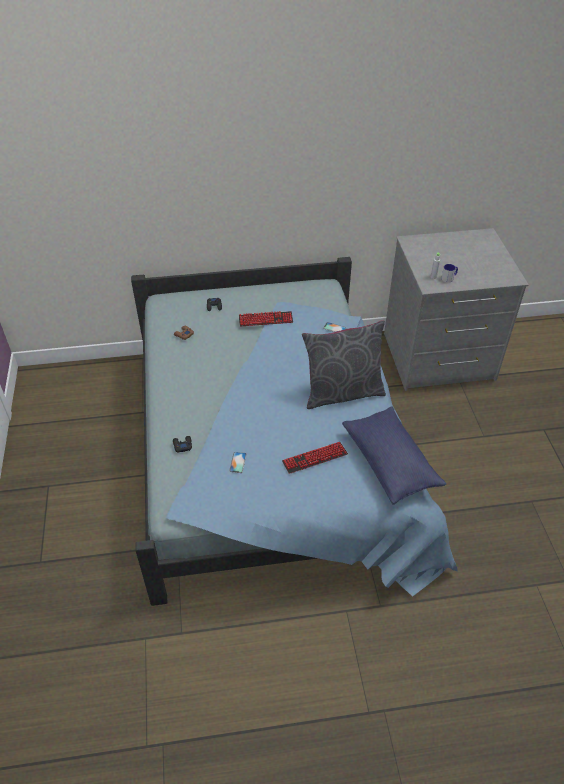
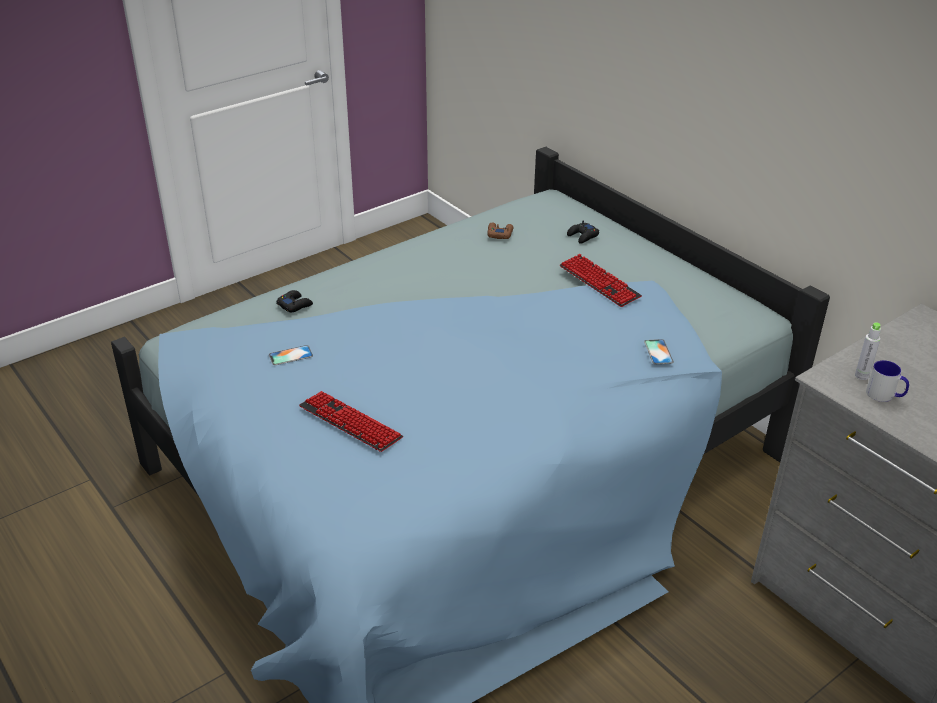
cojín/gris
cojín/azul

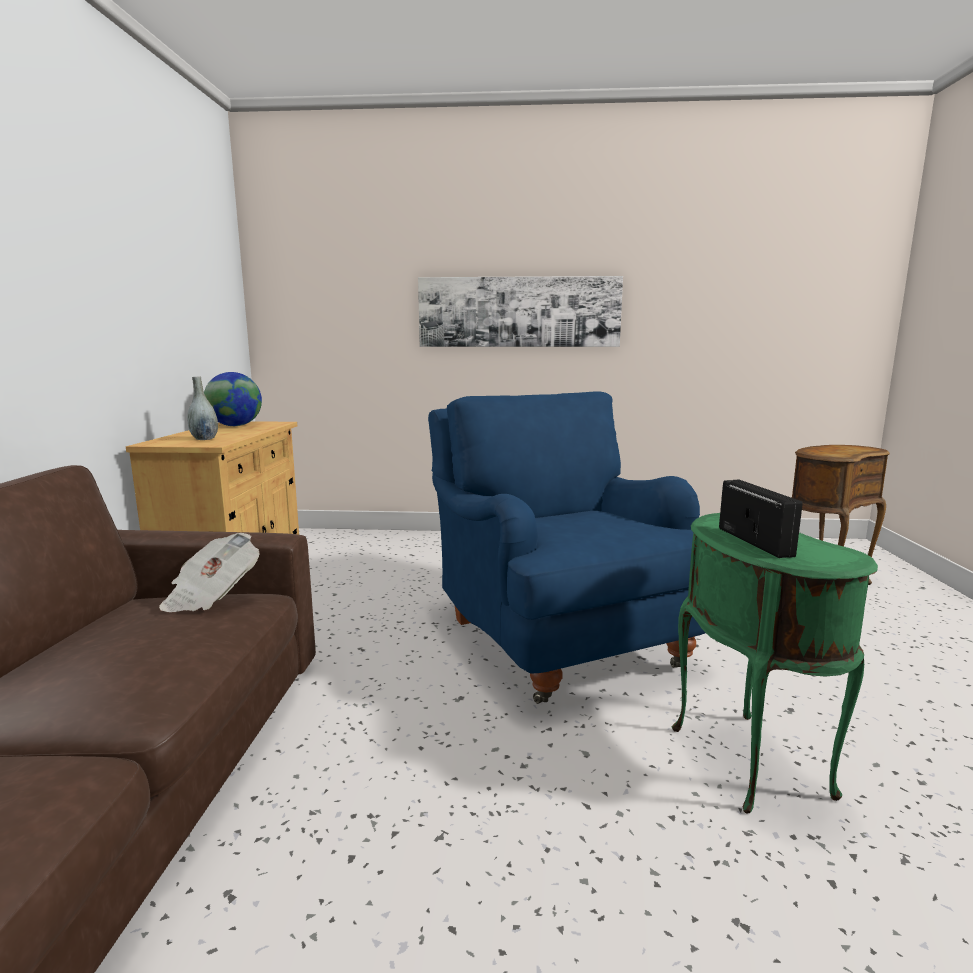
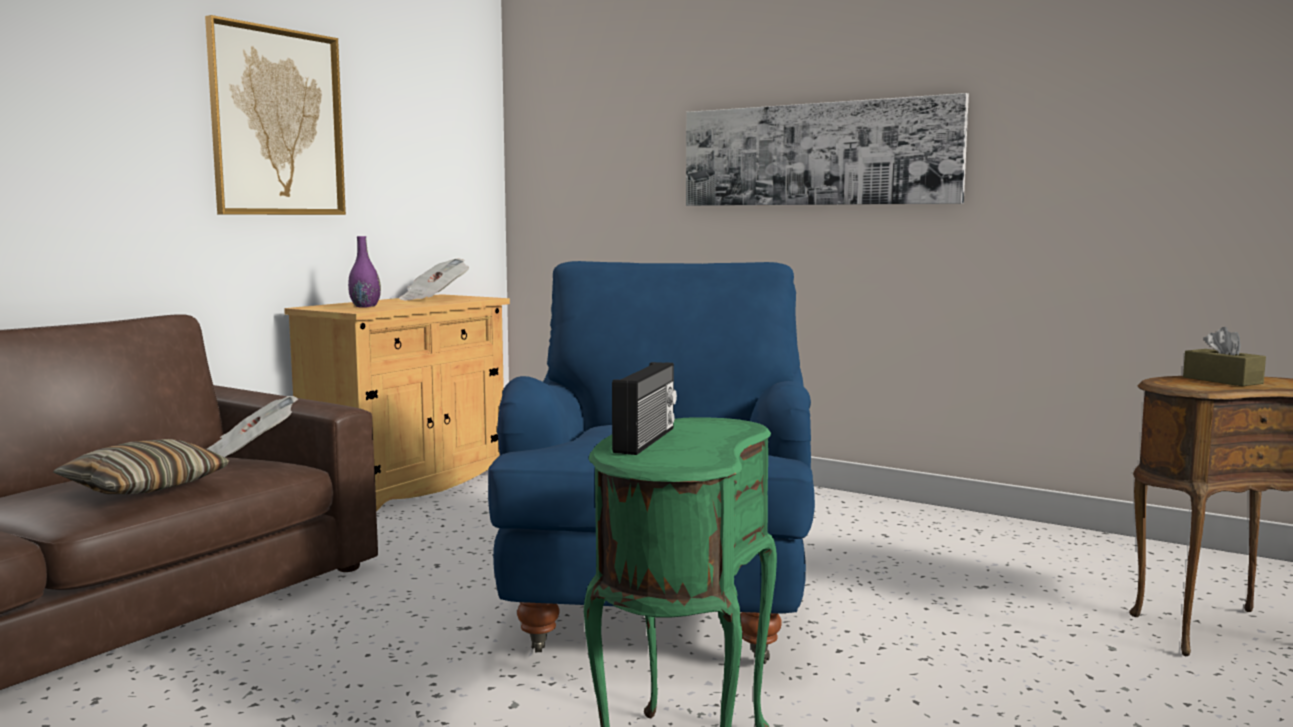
florero/morado
periódico (no. 2 from left)
cojín
cuadro (no. 1 from left)
caja de pañuelos/marrón

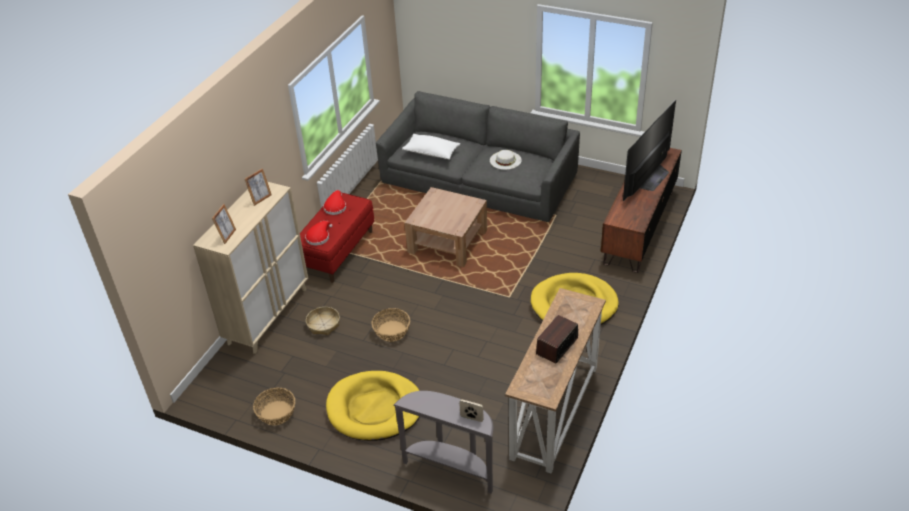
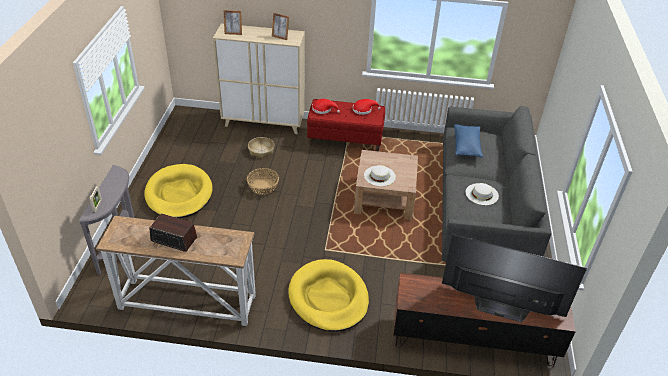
cesta (no. 1 from left in the first image)
cojín/azul
sombrero/blanco (no. 1 from left)

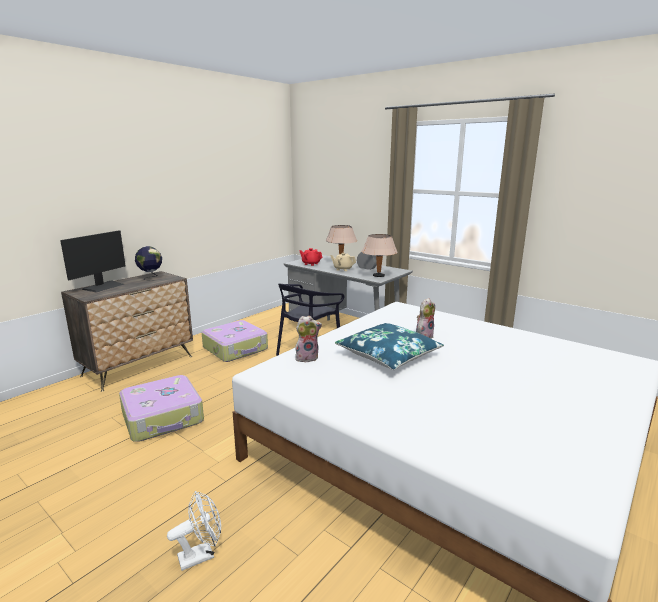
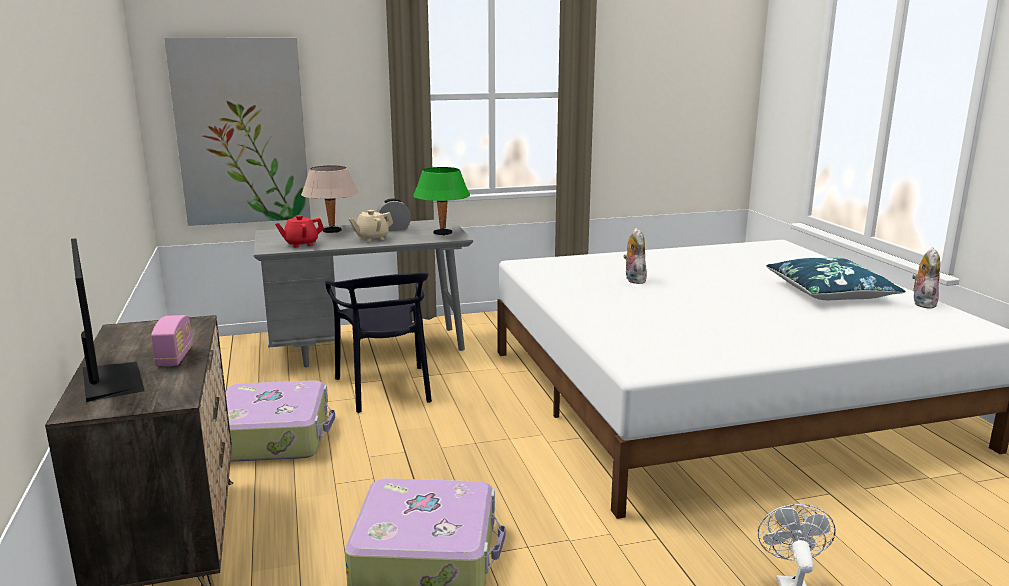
globo terráqueo
peluche (no. 2 from left)
cojín/azul
lámpara de mesa/verde
radio
cuadro

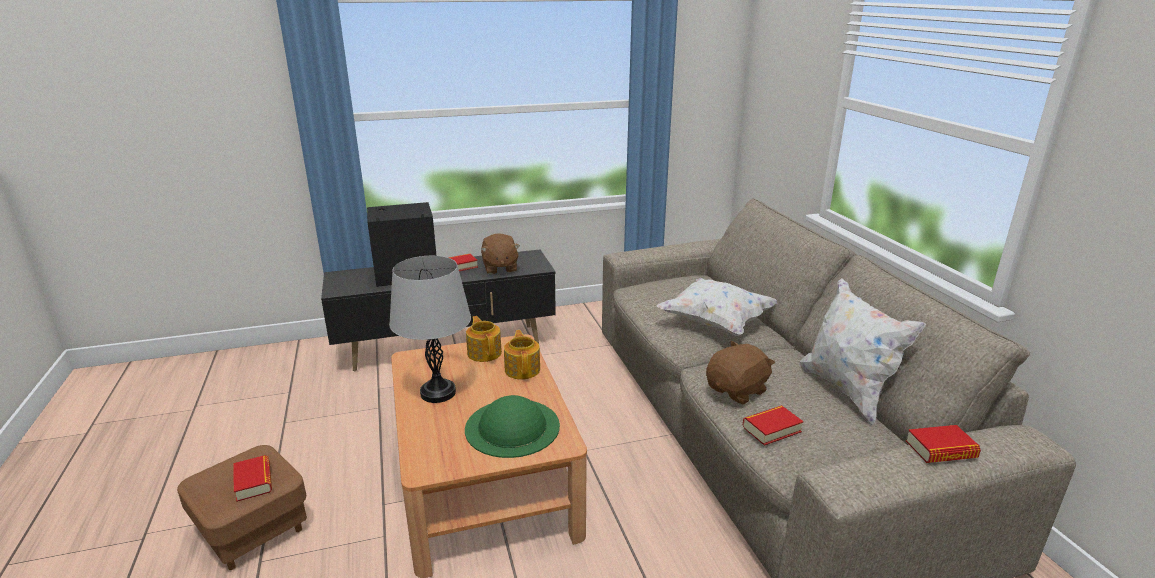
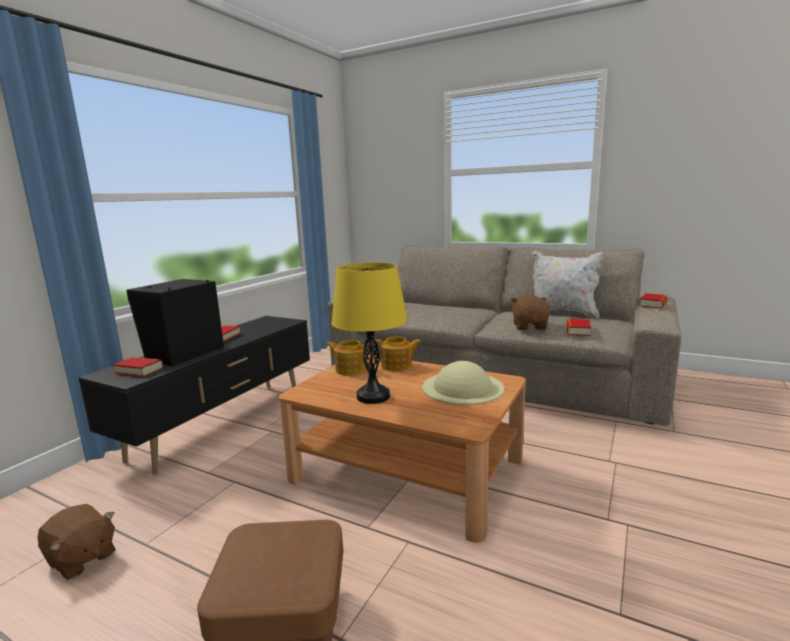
libro (no. 1 from left)
lámpara de mesa/amarillo
sombrero/beis
peluche/marrón (no. 1 from left)
tetera (no. 2 from left)
cojín/blanco (no. 1 from left in the first image)

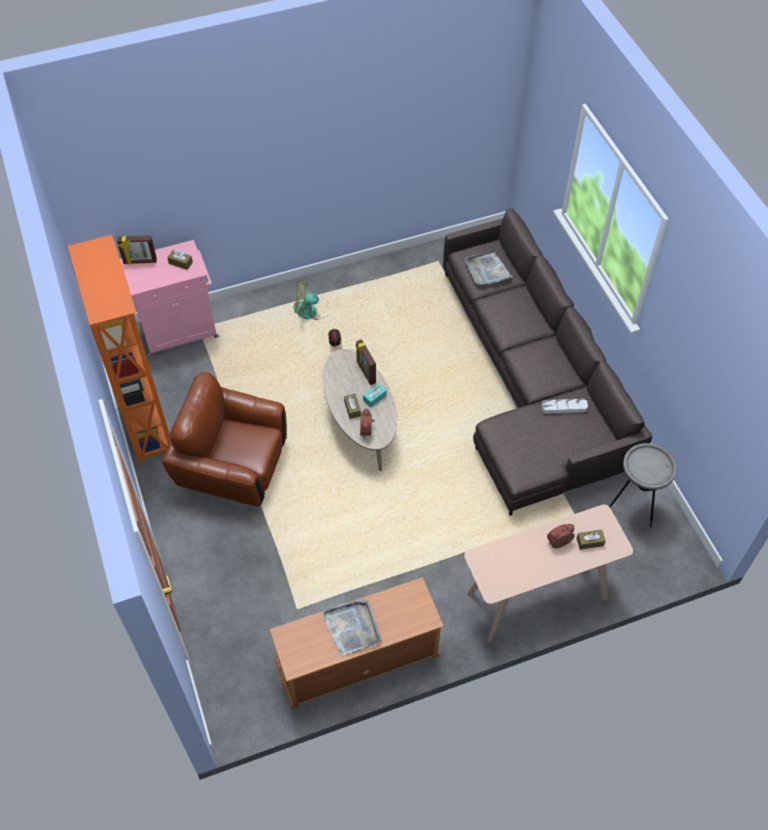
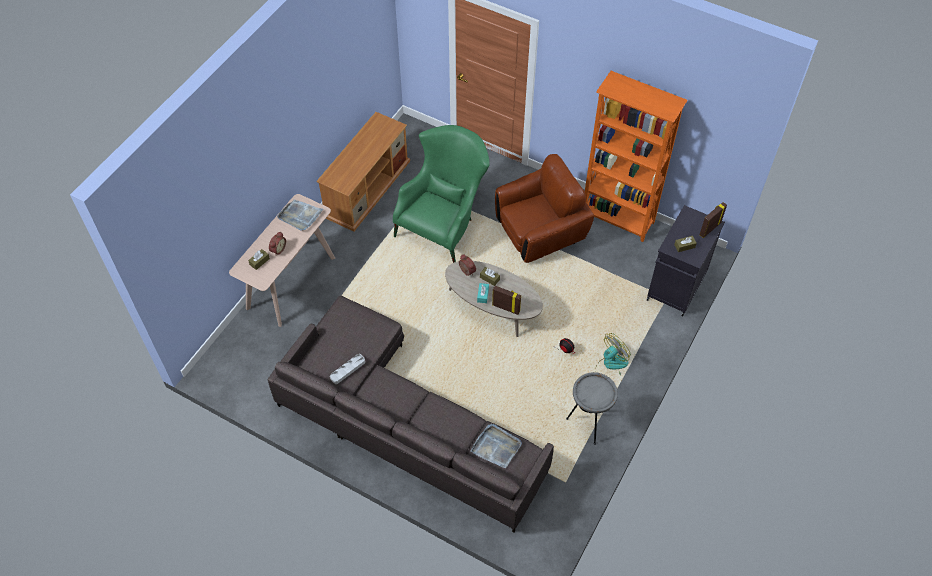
armario/negro
bandeja/gris (no. 1 from left)
mesa auxiliar/gris
sillón/verde

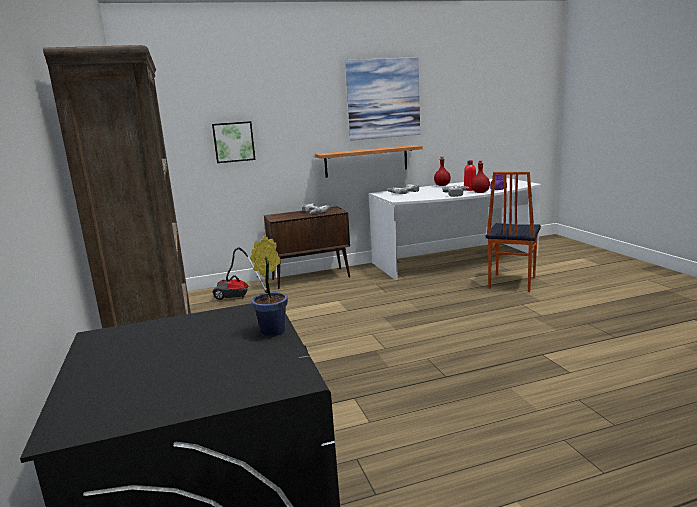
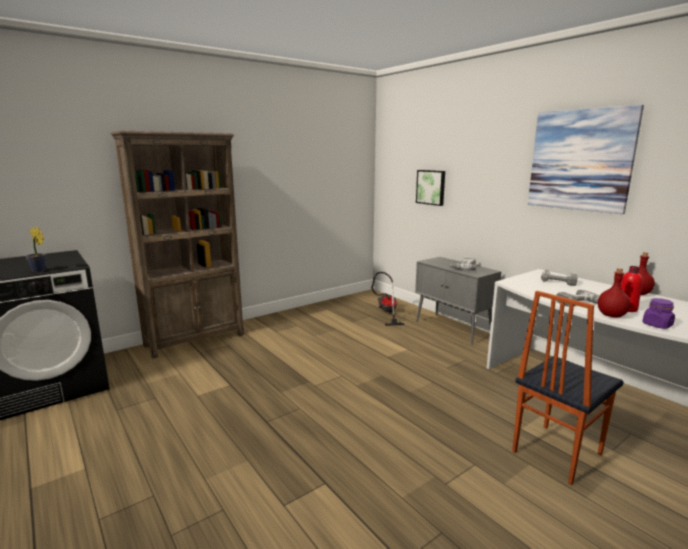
armario/gris
estante
silla

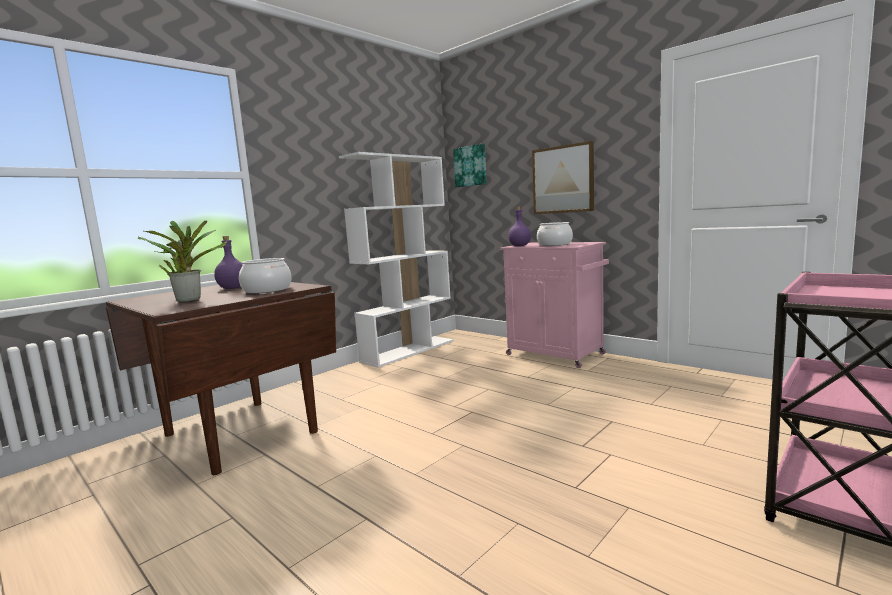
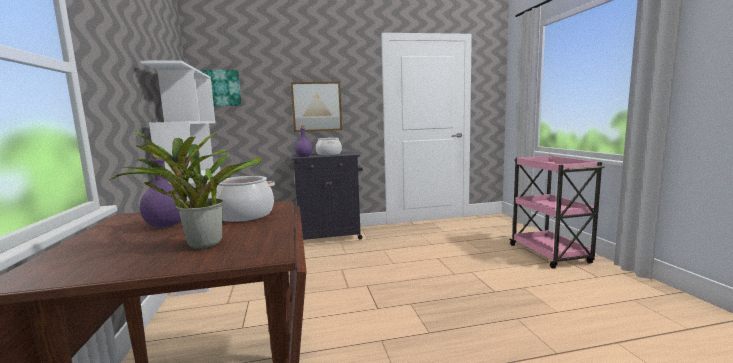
armario/negro

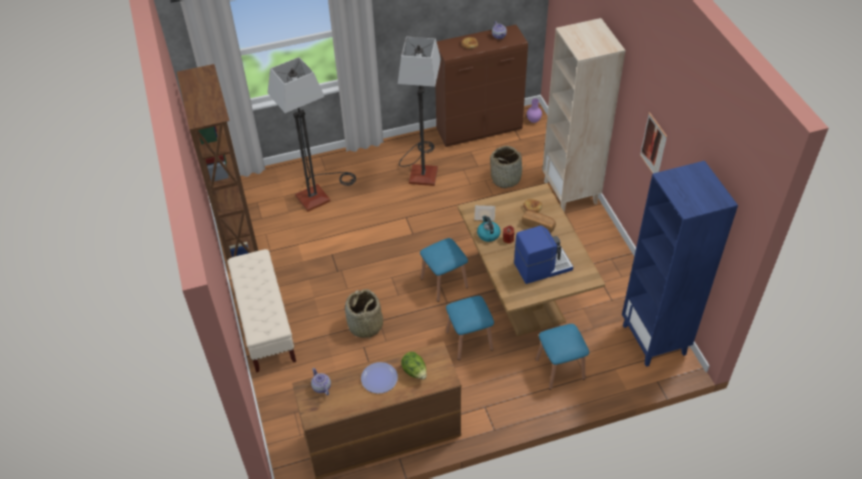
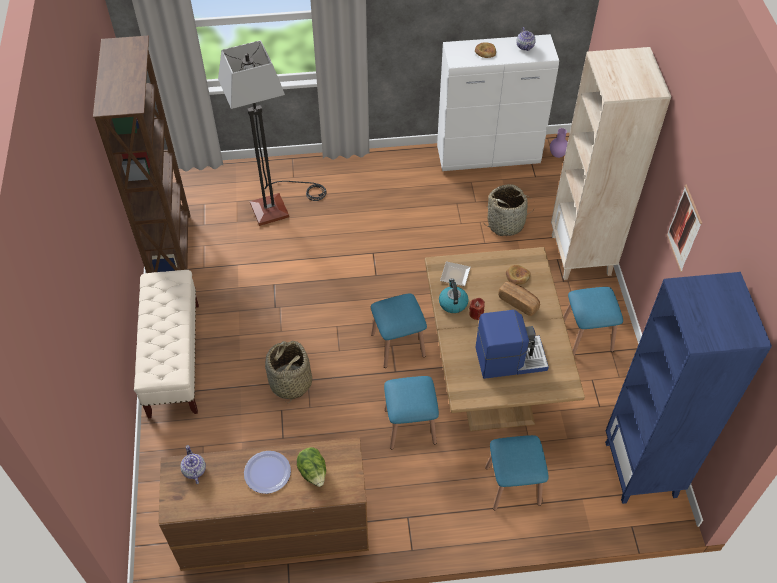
lámpara de pie (no. 2 from left in the first image)
armario/blanco
taburete/azul (no. 4 from left)

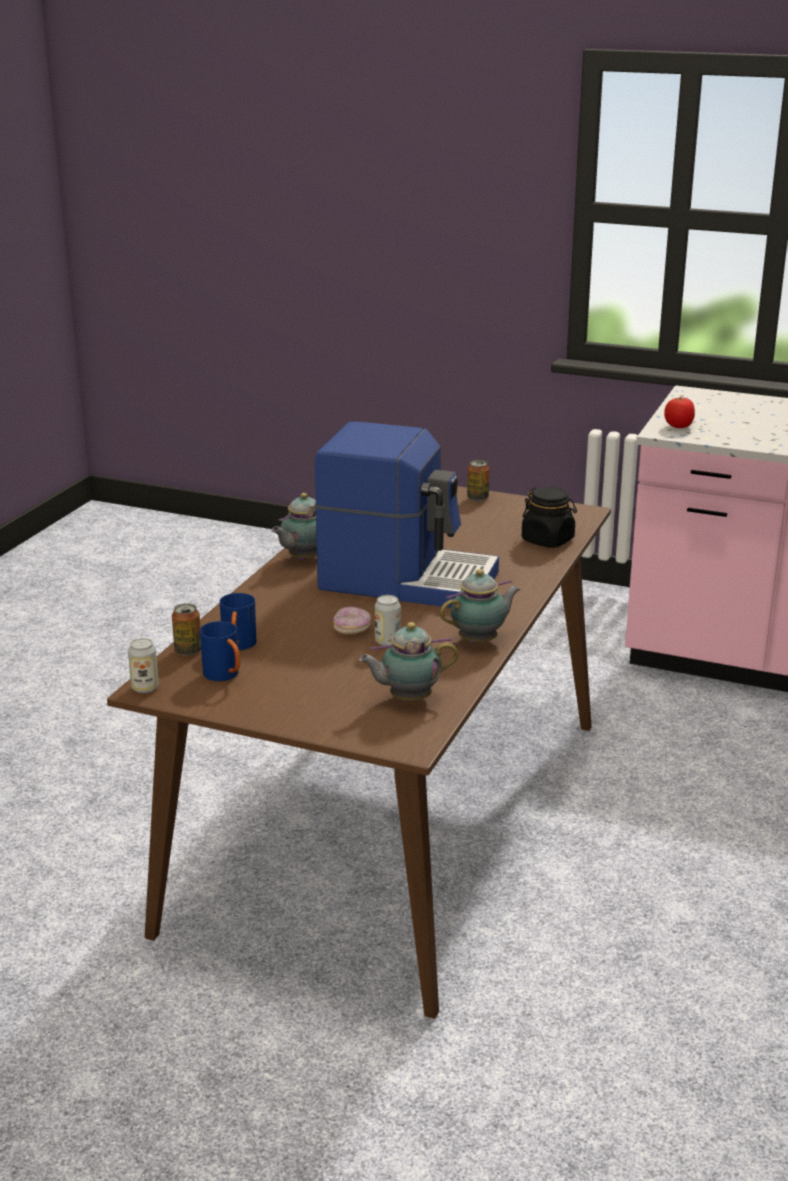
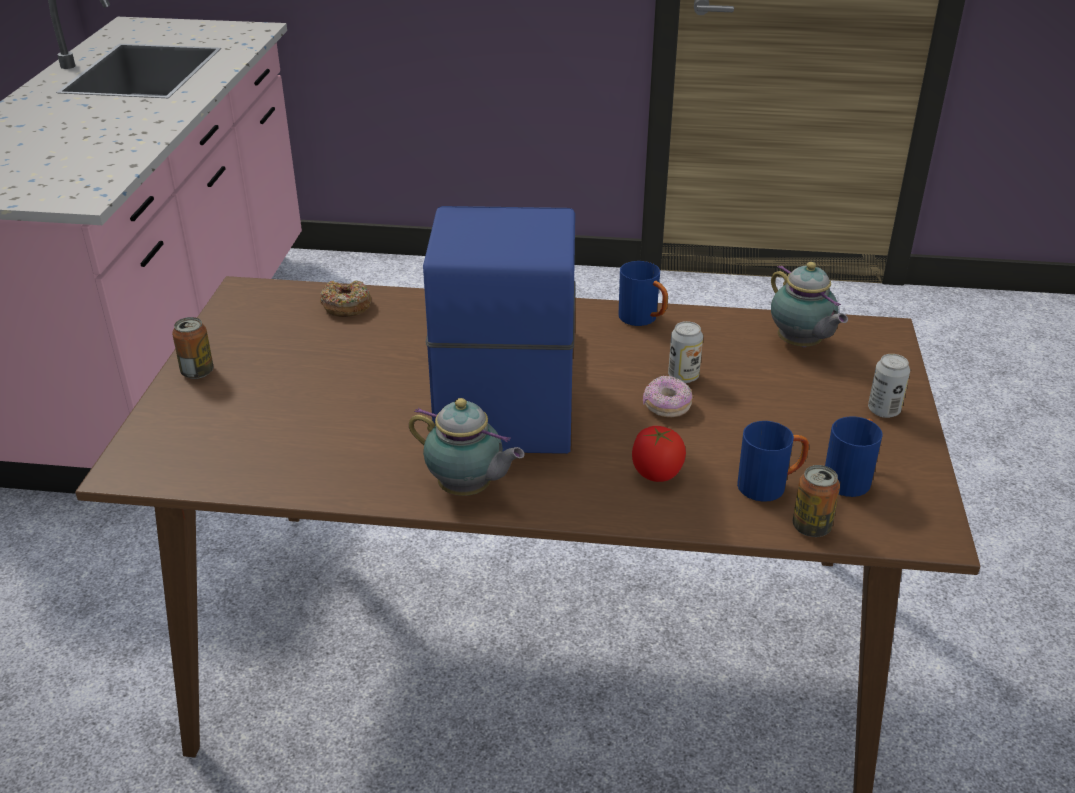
lata (no. 4 from left)
taza grande/azul (no. 1 from left)
rosquilla (no. 1 from left)
tomate

